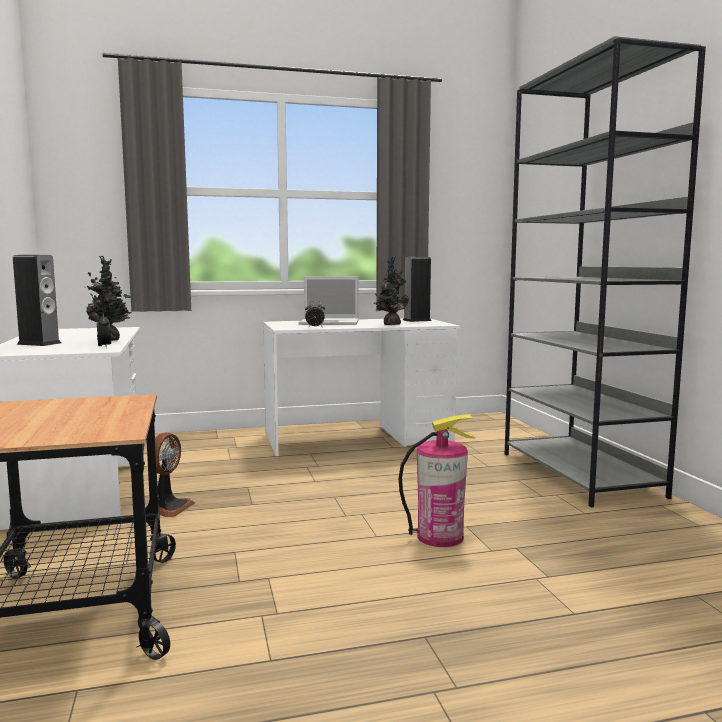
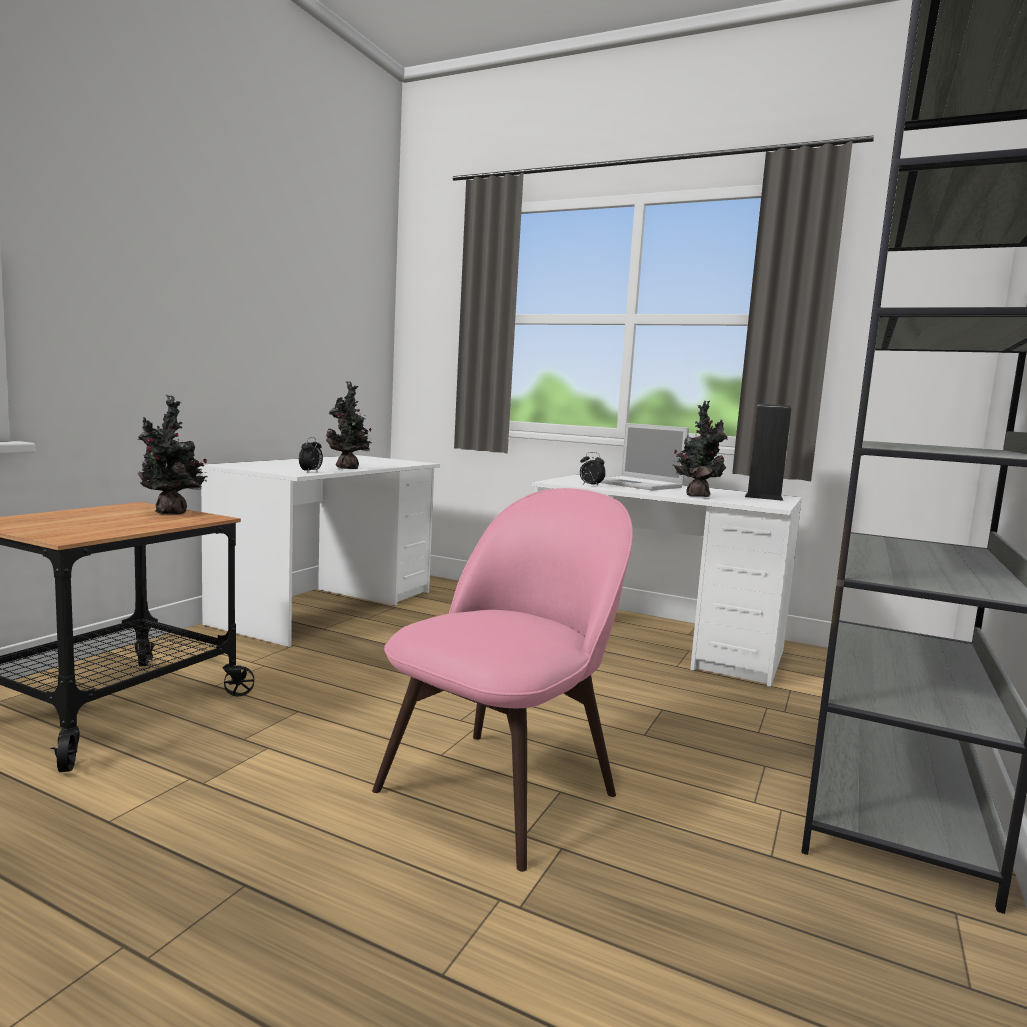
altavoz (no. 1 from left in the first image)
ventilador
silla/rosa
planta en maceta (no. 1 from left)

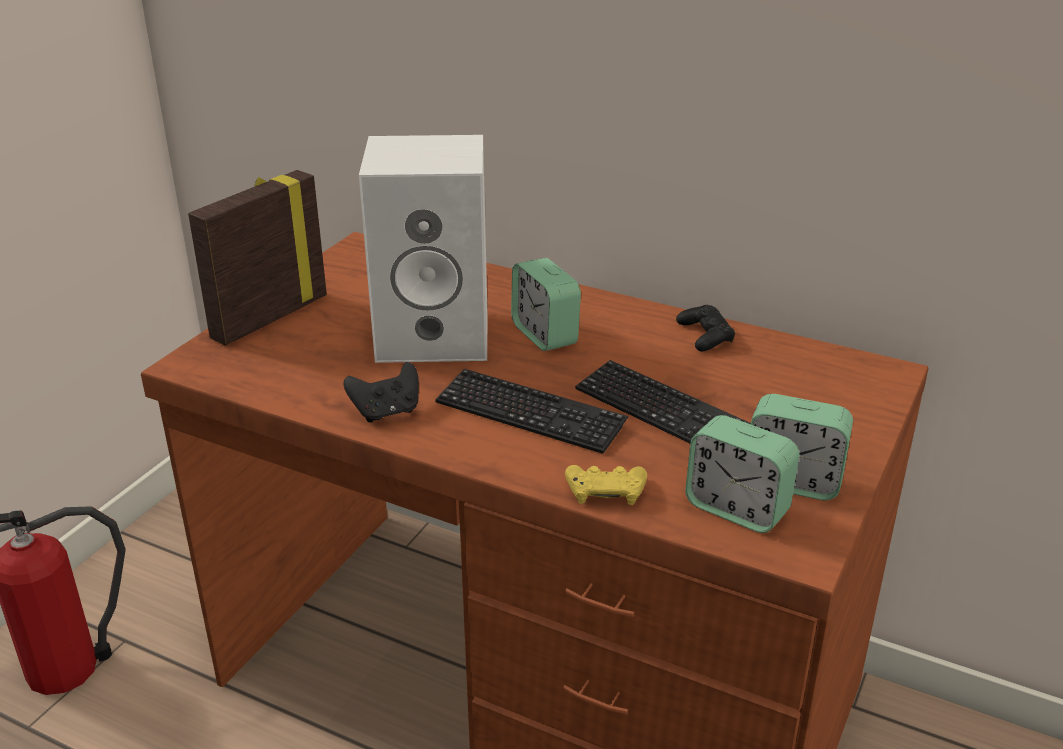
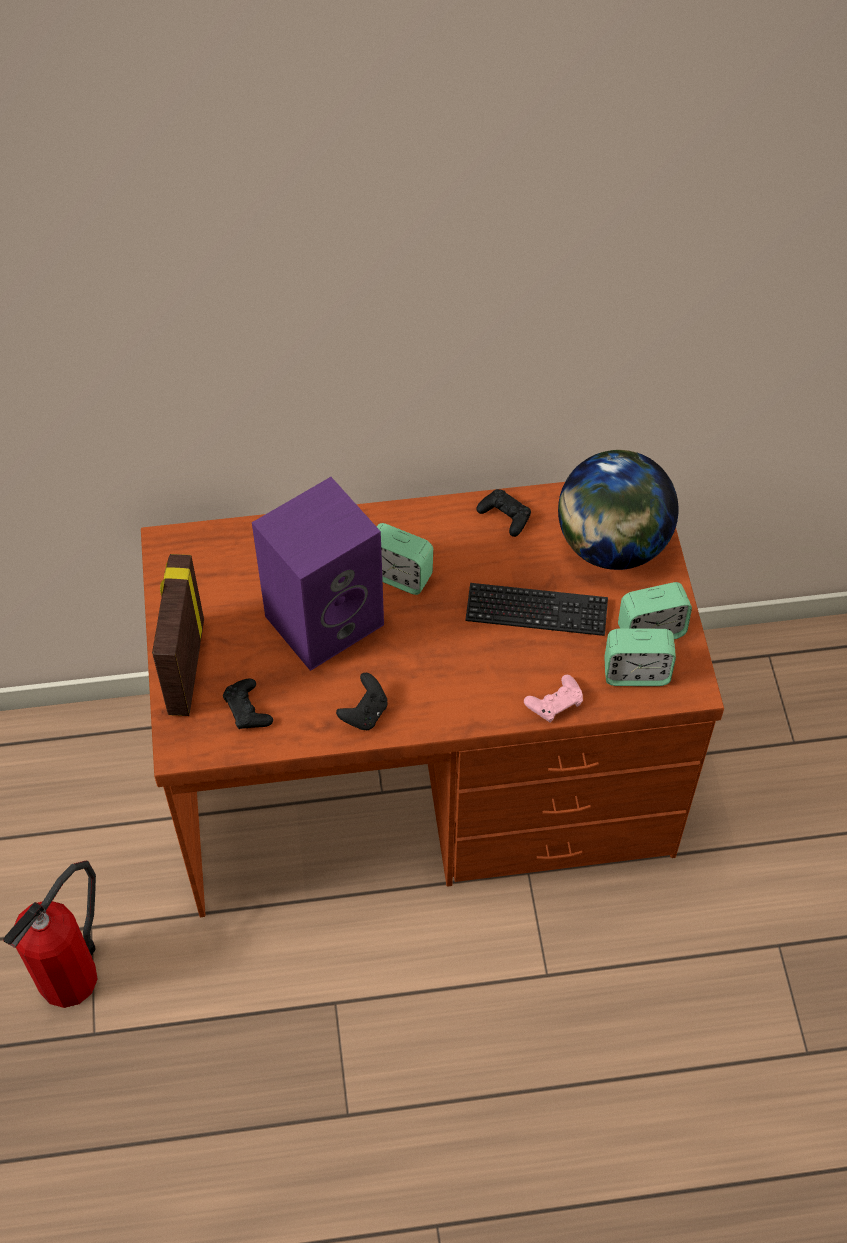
altavoz/morado
teclado (no. 1 from left in the first image)
mando de consola/rosa
mando de consola/negro (no. 1 from left)
globo terráqueo

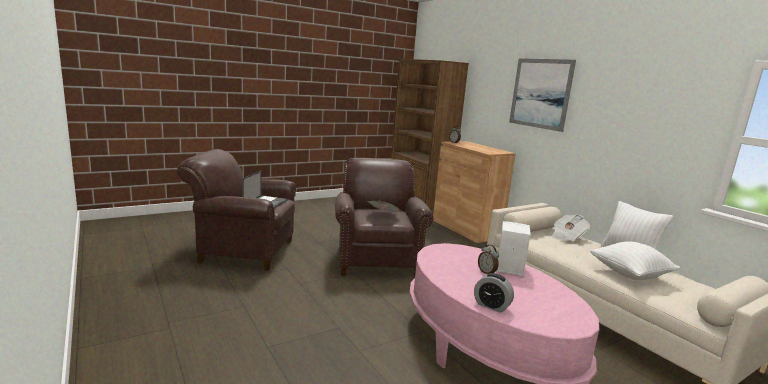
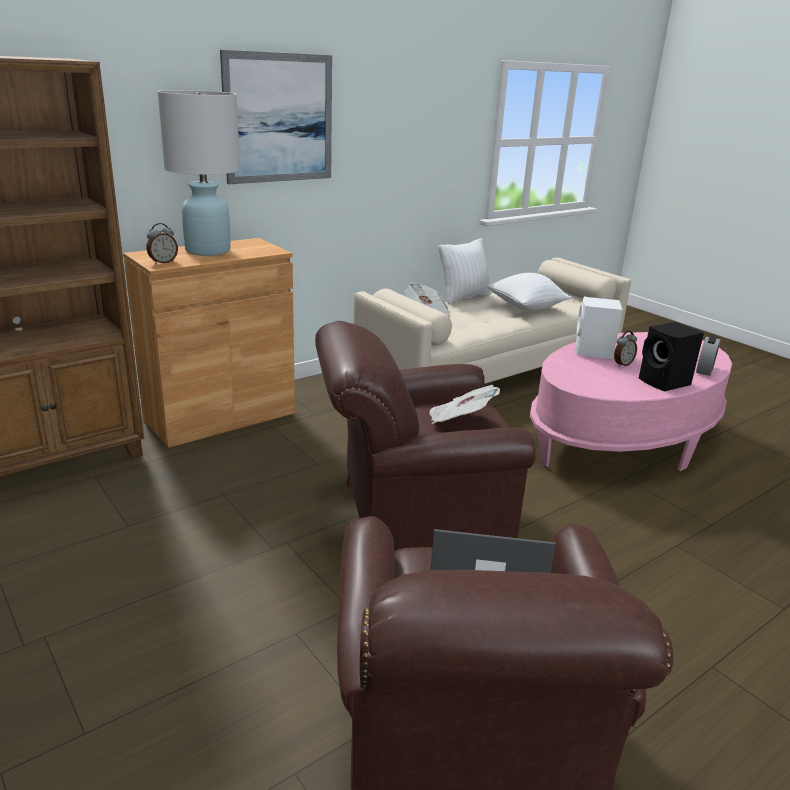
lámpara de mesa/blanco
altavoz/negro

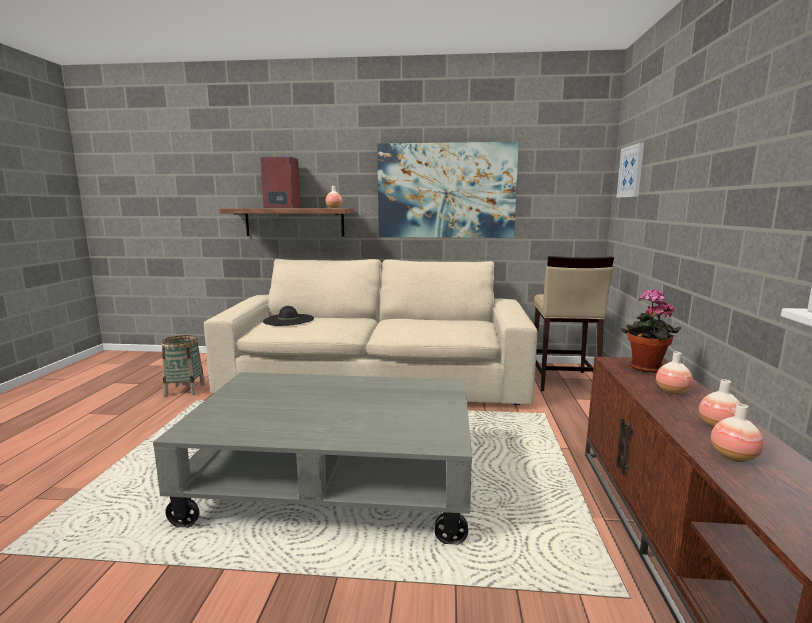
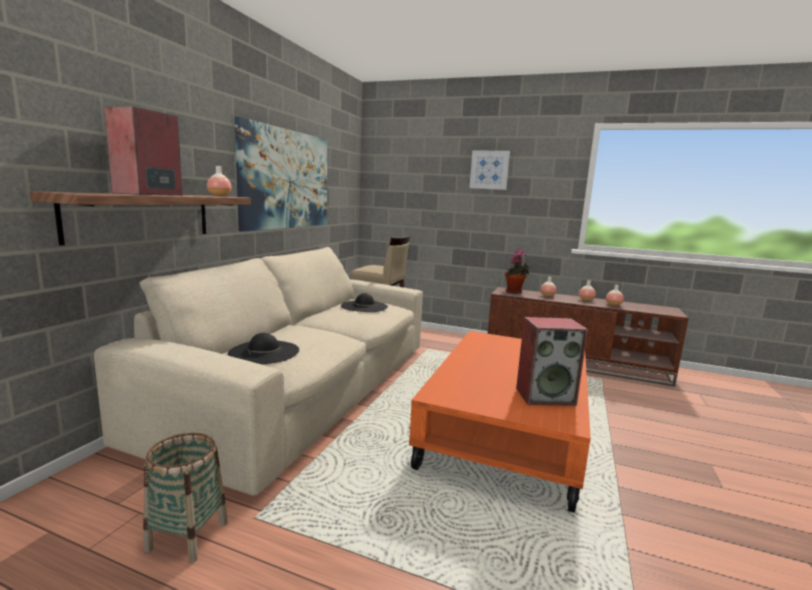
mesa de centro/naranja
cuadro (no. 2 from left)
sombrero/negro (no. 2 from left)
altavoz (no. 2 from left)

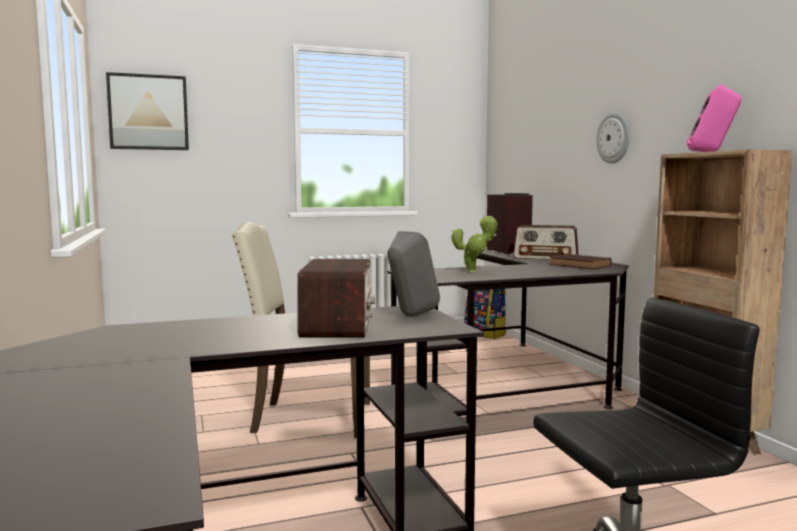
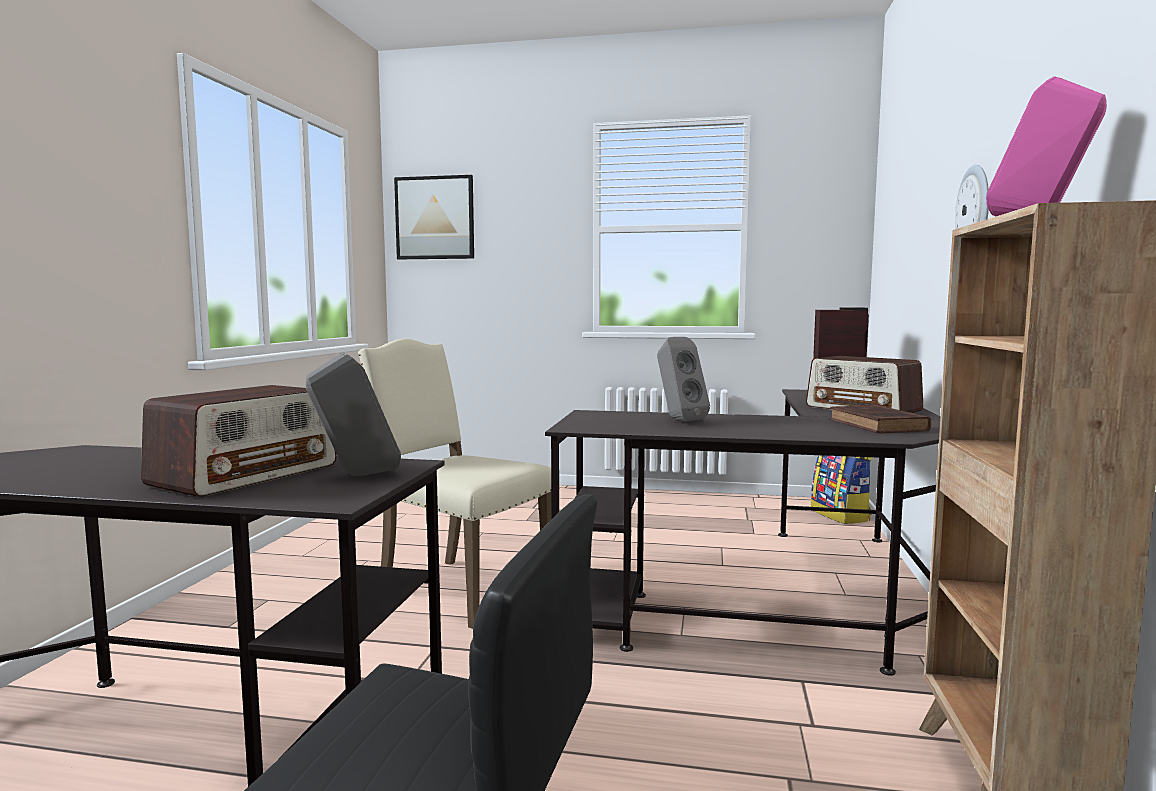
altavoz/gris (no. 2 from left)

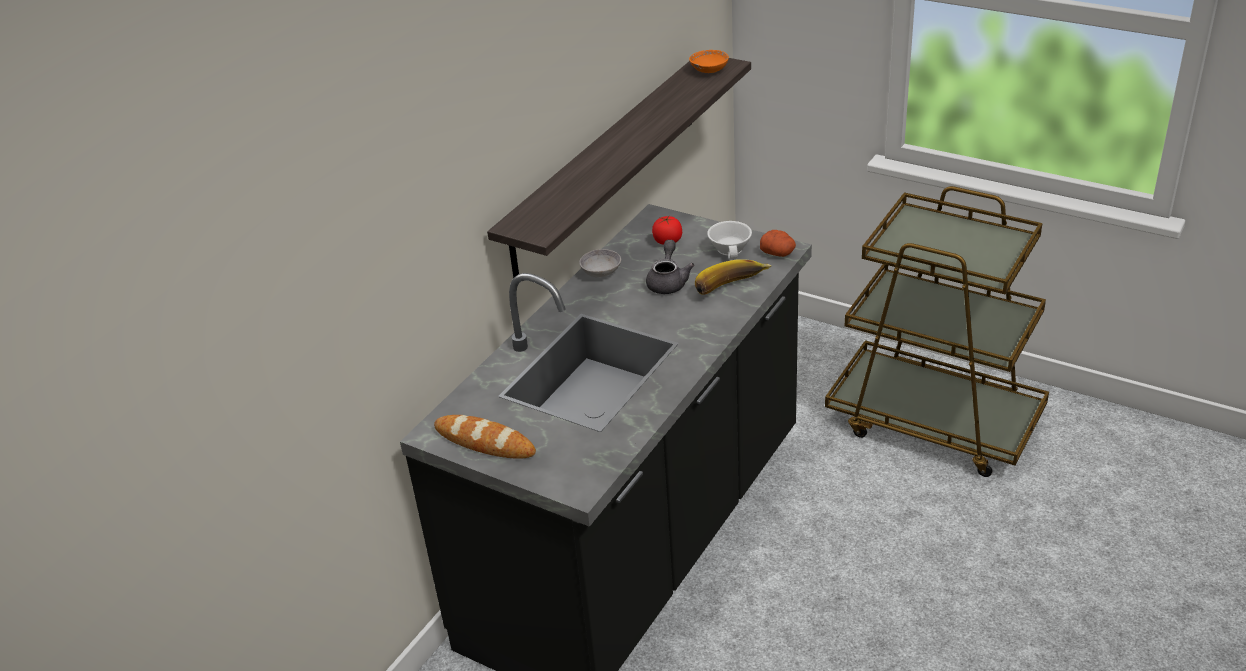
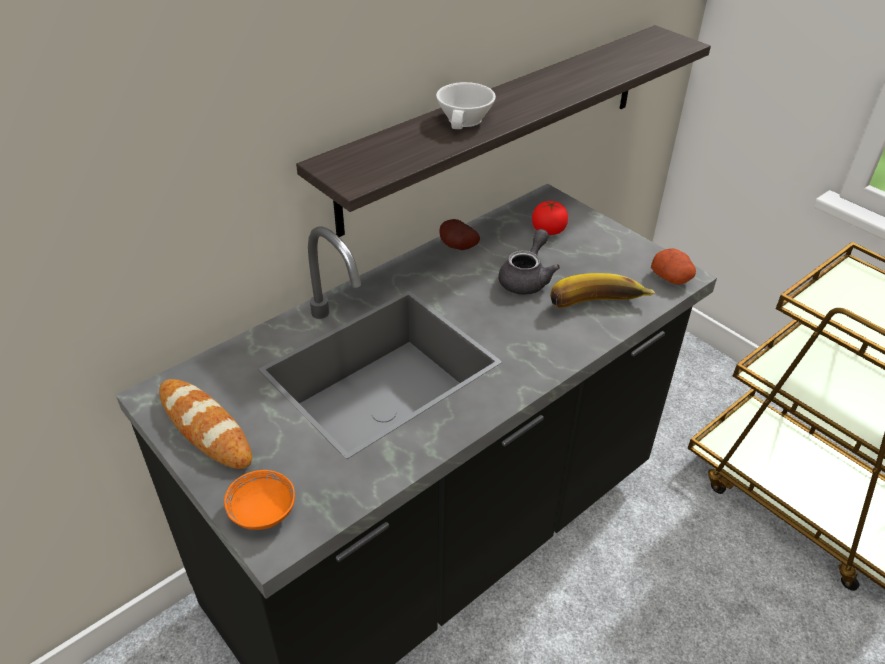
patata (no. 1 from left)
cuenco/naranja
taza/blanco

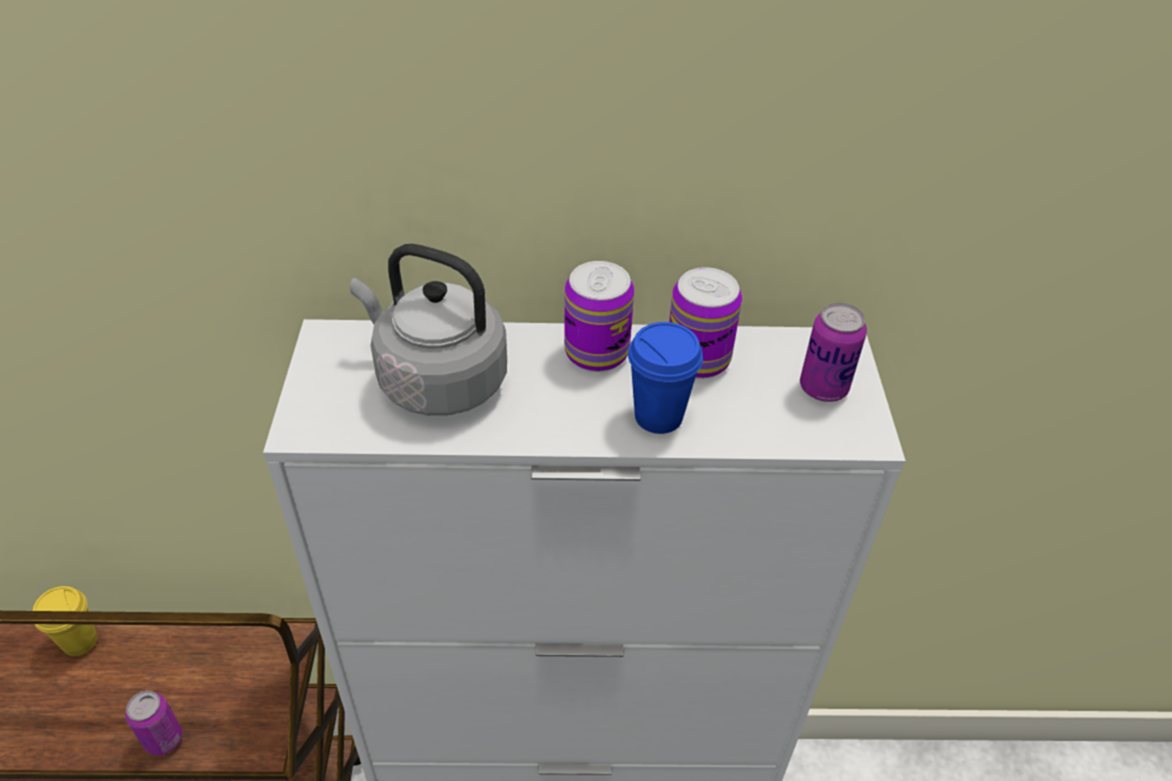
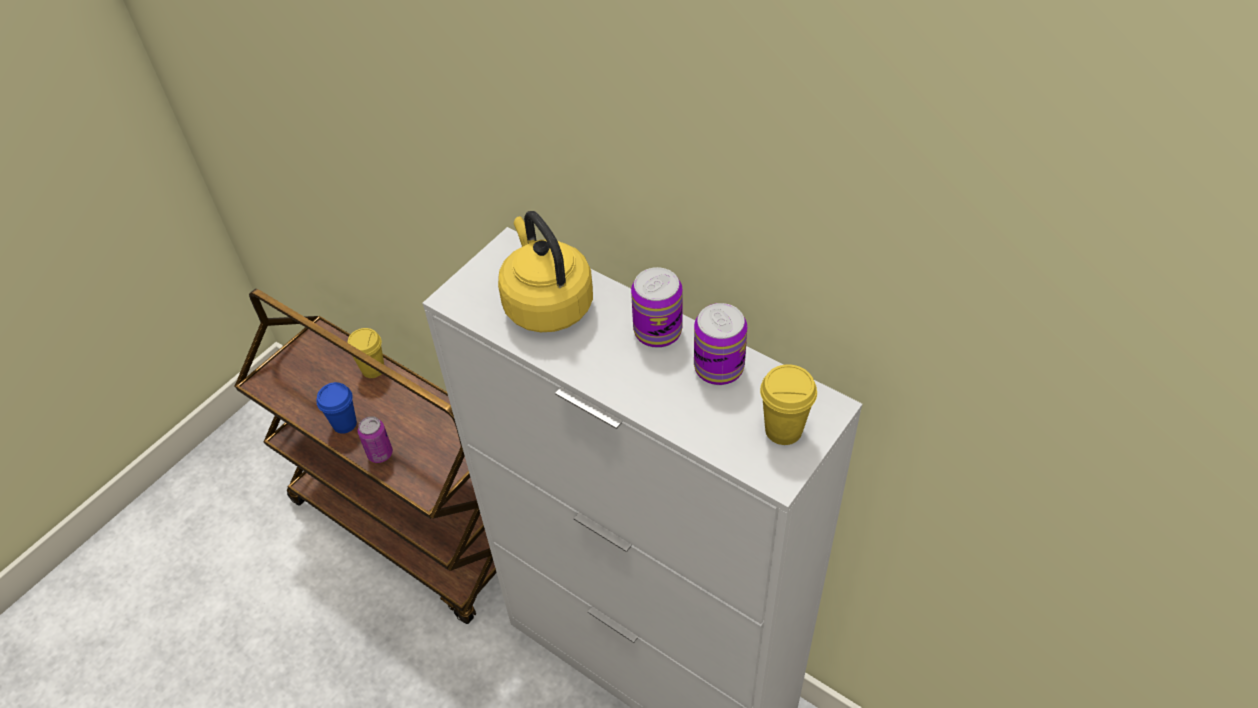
hervidor/amarillo
taza/azul
taza/amarillo (no. 2 from left)

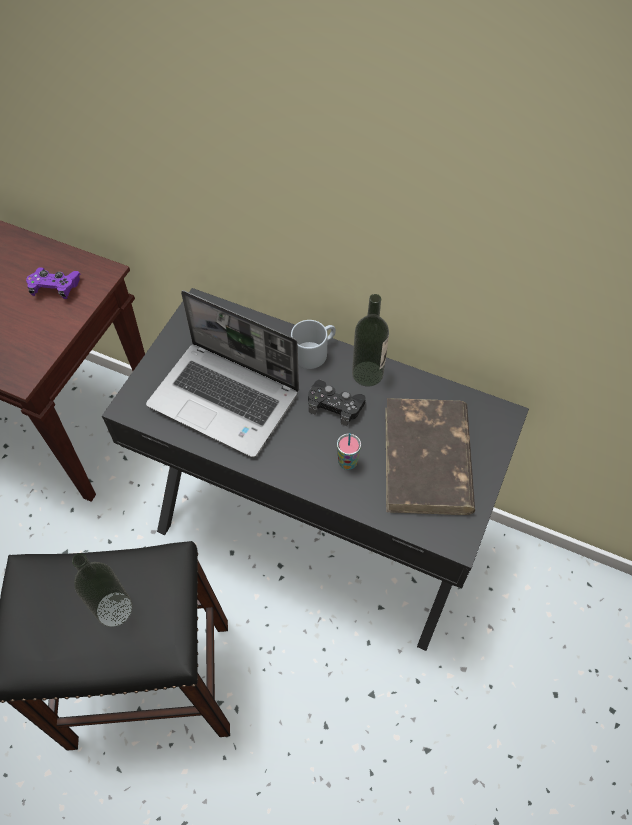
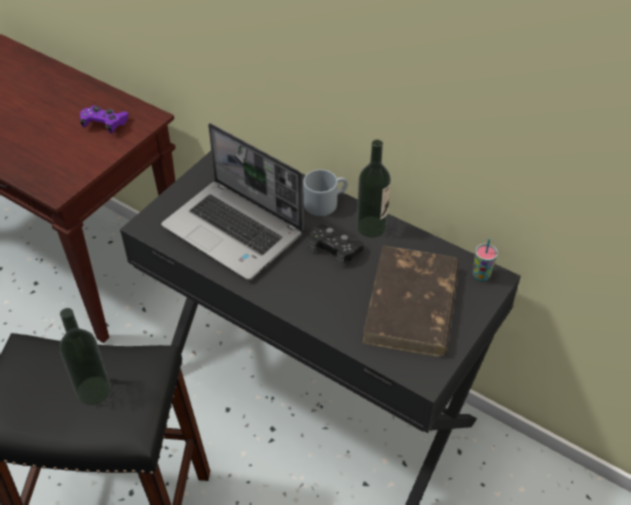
taza

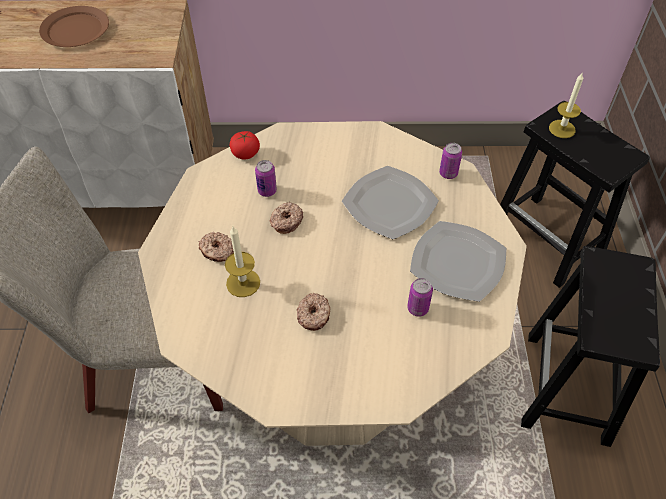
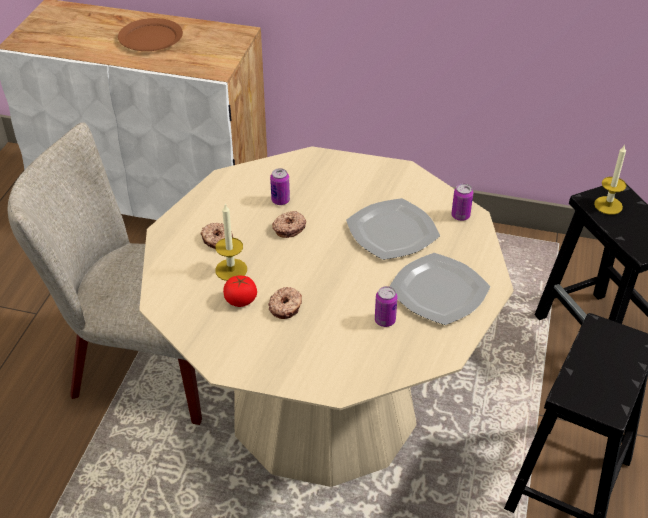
tomate

